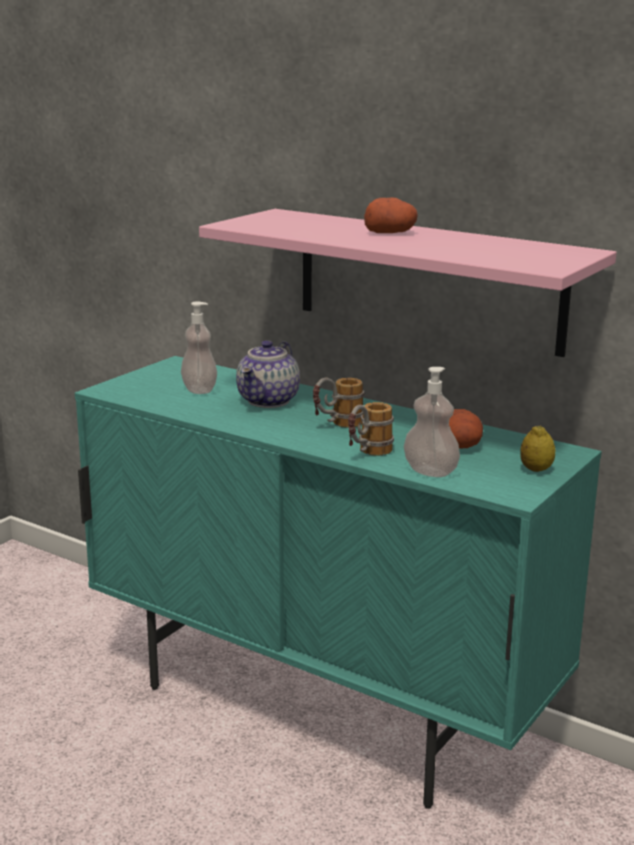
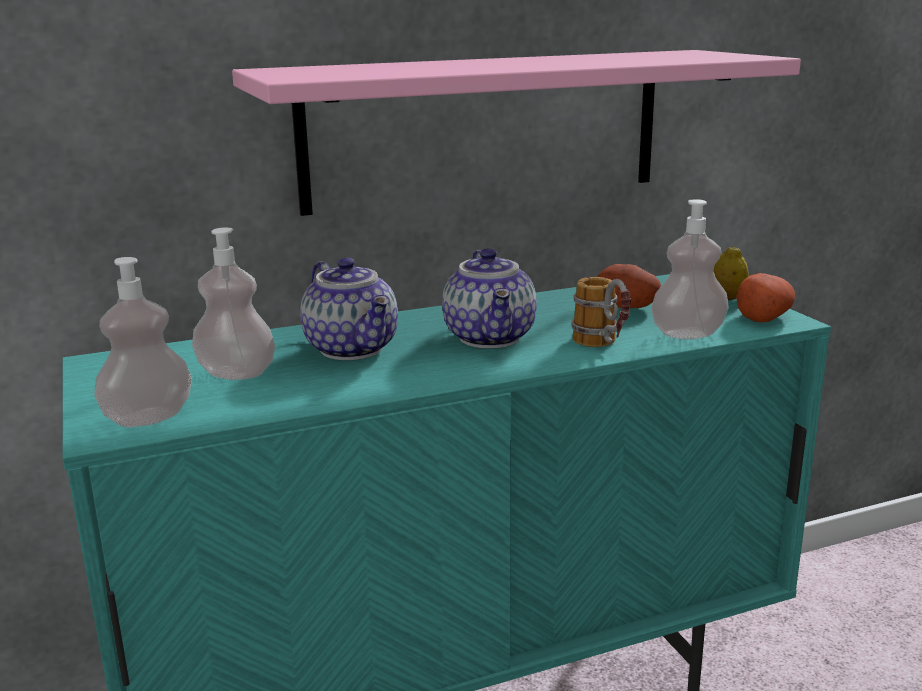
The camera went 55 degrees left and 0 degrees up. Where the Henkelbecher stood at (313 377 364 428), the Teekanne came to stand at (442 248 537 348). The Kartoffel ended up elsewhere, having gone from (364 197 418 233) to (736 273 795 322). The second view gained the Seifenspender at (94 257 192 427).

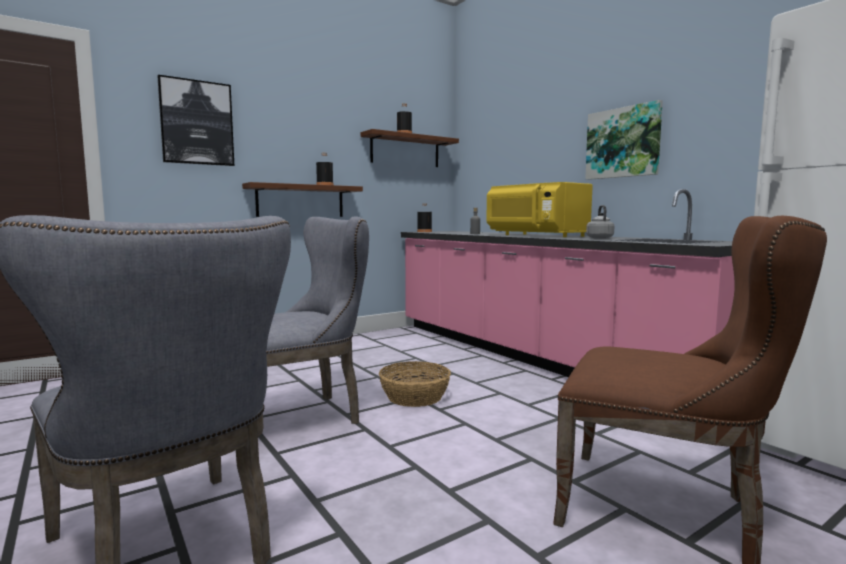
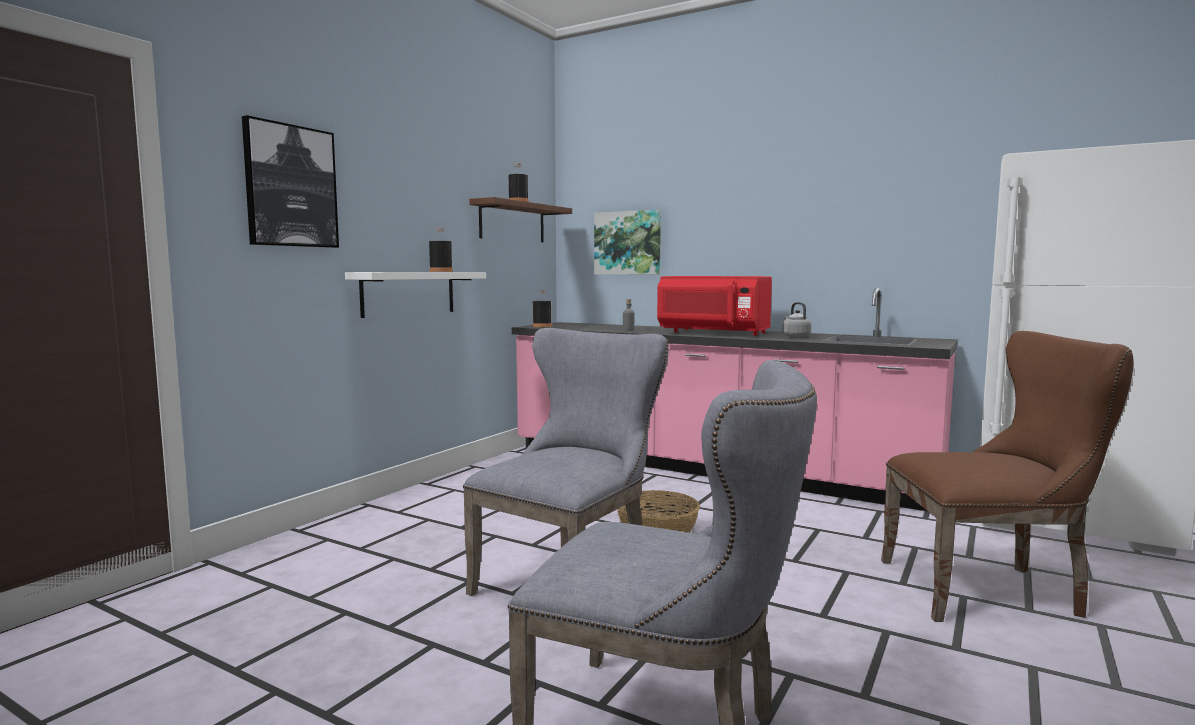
The camera went 25 degrees left and 0 degrees up. What was the Wandregal/braun at (242 182 363 217) turned into the Wandregal/weiß at (345 272 486 318). What was the Mikrowelle/gelb at (486 182 593 237) turned into the Mikrowelle/rot at (657 276 772 336). The Bild ended up elsewhere, having gone from (585 100 663 180) to (594 210 661 274).

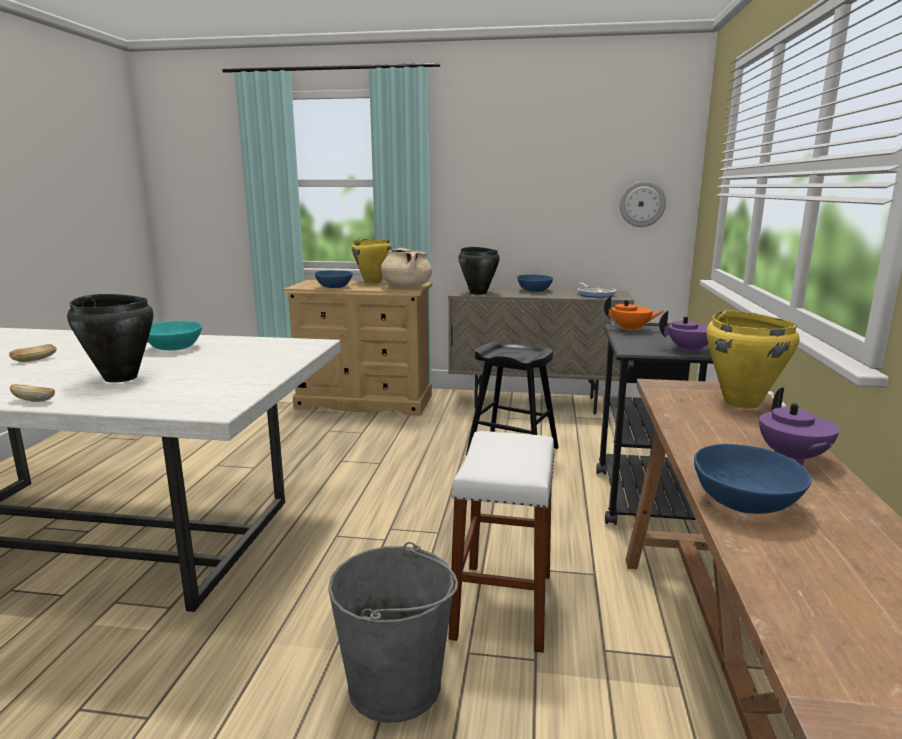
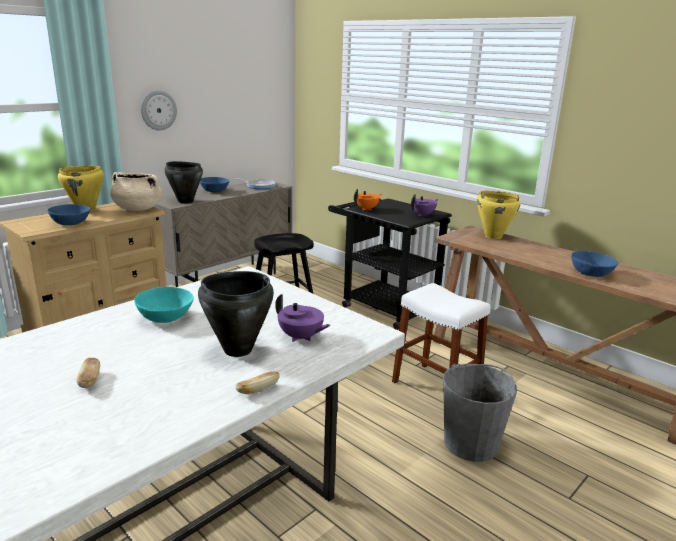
The camera went 55 degrees left and 5 degrees up. The Wanduhr ended up elsewhere, having gone from (620 181 666 227) to (141 90 177 131). The Teekanne/lila ended up elsewhere, having gone from (759 388 839 465) to (275 294 331 342).

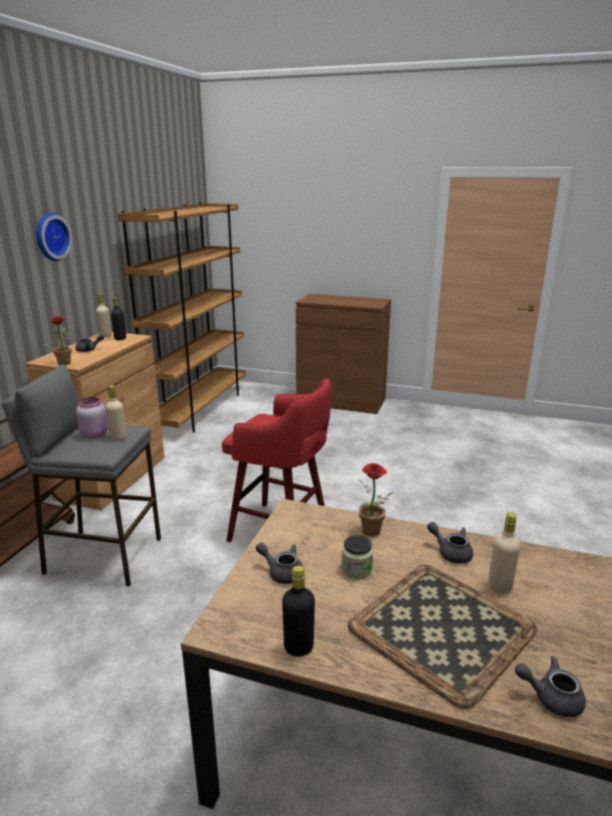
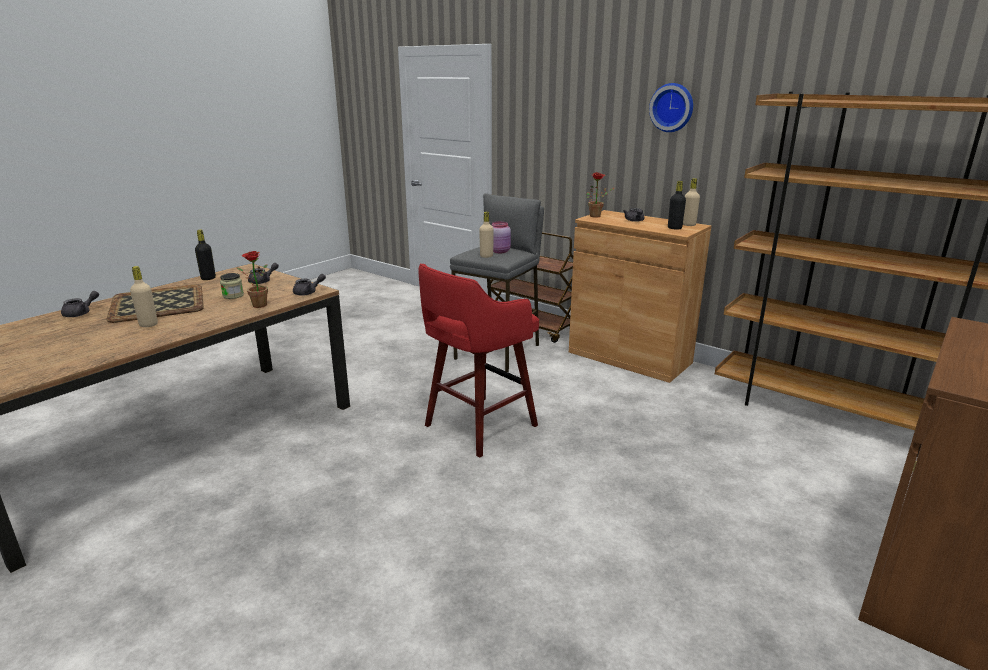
The camera went 110 degrees right and 0 degrees up. The Teekanne/grau ended up elsewhere, having gone from (427 522 473 564) to (293 274 326 296).

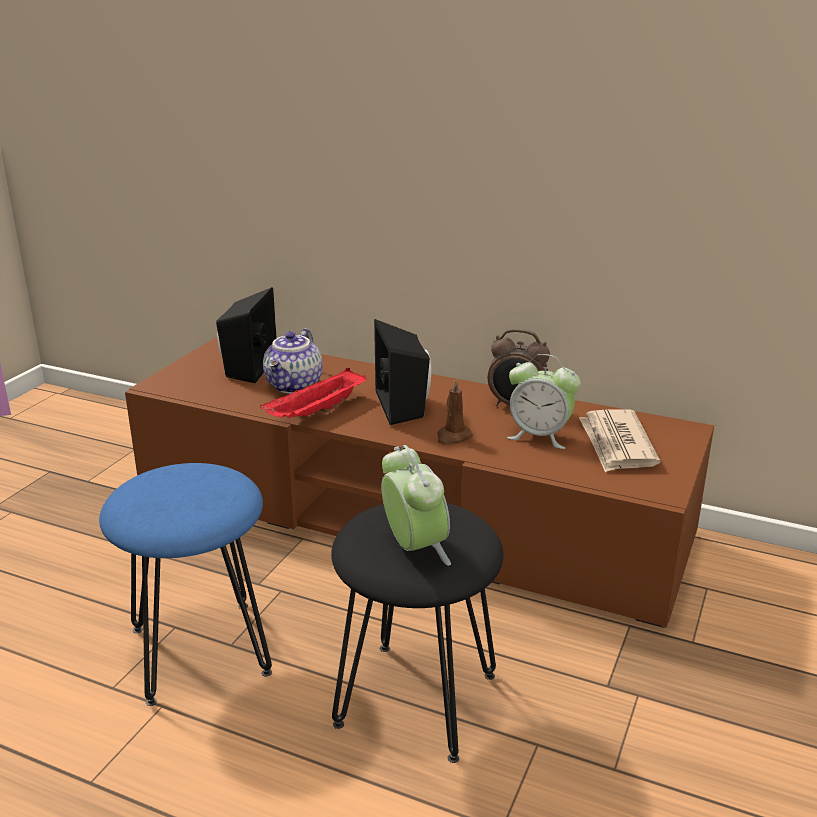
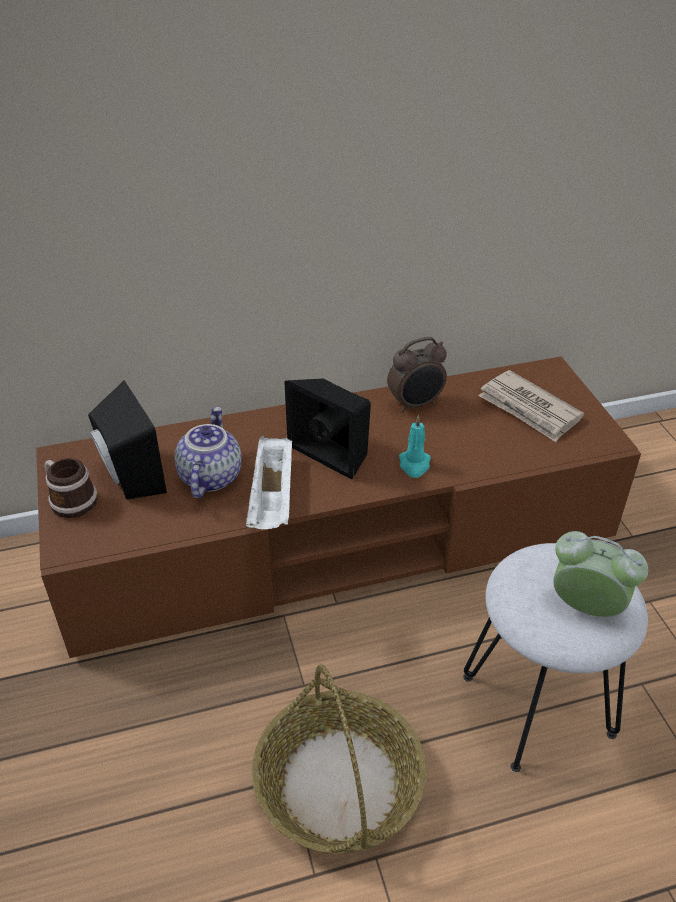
The camera went 40 degrees left and 15 degrees up. Where the Hocker/blau stood at (99 463 272 706), the Korb came to stand at (252 664 426 854). What was the Tablett/rot at (260 368 367 418) turned into the Tablett/weiß at (246 436 292 529). The Teekanne at (263 328 323 394) ended up facing another way, 150 degrees counterclockwise from before. What was the Hocker/schwarz at (331 503 503 763) turned into the Hocker/weiß at (463 543 648 772). What was the Kerze/braun at (437 378 473 445) turned into the Kerze/türkis at (399 415 431 478). The second view lost the Wecker at (507 354 581 449). The second view gained the Henkelbecher at (45 458 98 518).

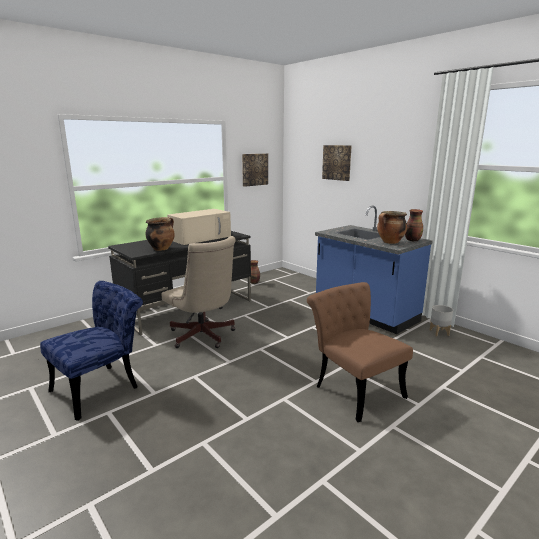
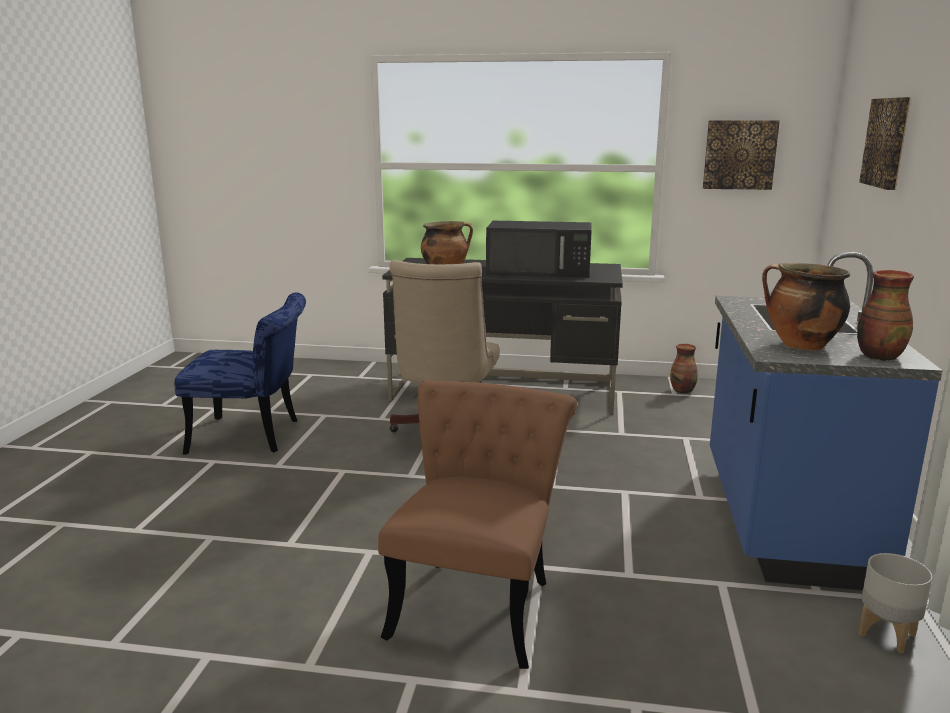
The camera went 50 degrees right and 0 degrees up. What was the Mikrowelle/beige at (167 209 231 245) turned into the Mikrowelle/schwarz at (486 221 592 278).

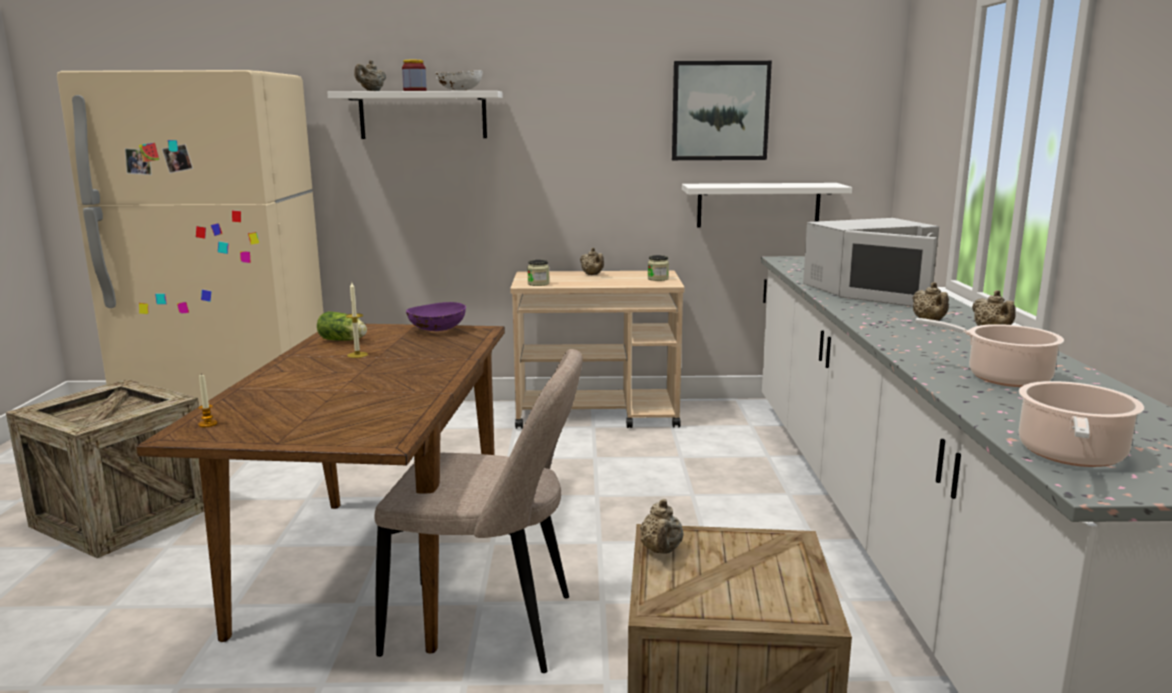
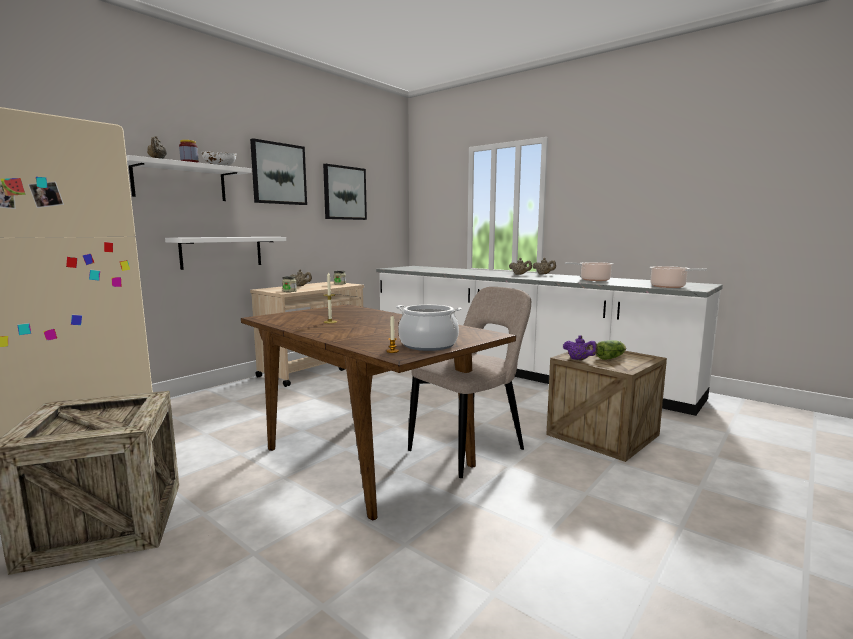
The camera went 50 degrees left and 5 degrees down. The Salatkopf ended up elsewhere, having gone from (317 311 367 341) to (596 340 626 360). The second view lost the Schüssel/lila at (406 302 466 331). What was the Teekanne/beige at (640 499 684 554) turned into the Teekanne/lila at (563 335 598 360). The Wandregal/weiß ended up elsewhere, having gone from (682 183 852 228) to (165 237 286 270). The second view lost the Mikrowelle/weiß at (803 218 939 307). The second view gained the Bild at (250 138 307 205). The second view gained the Kochtopf at (396 305 462 351).

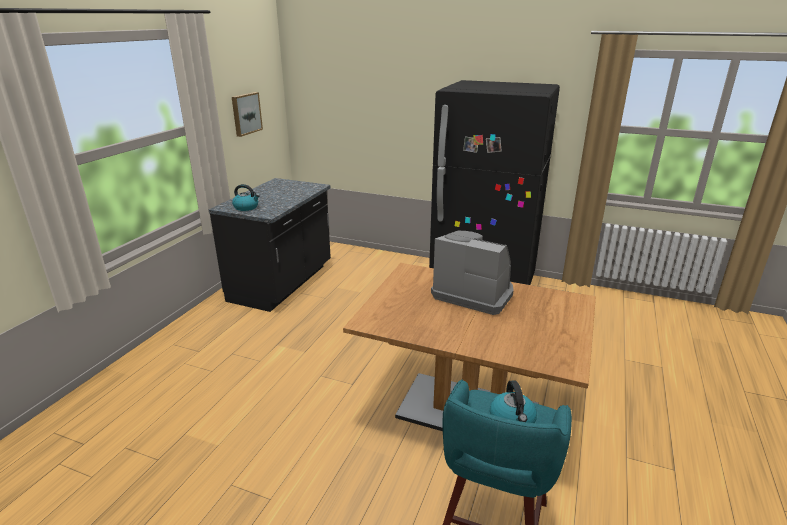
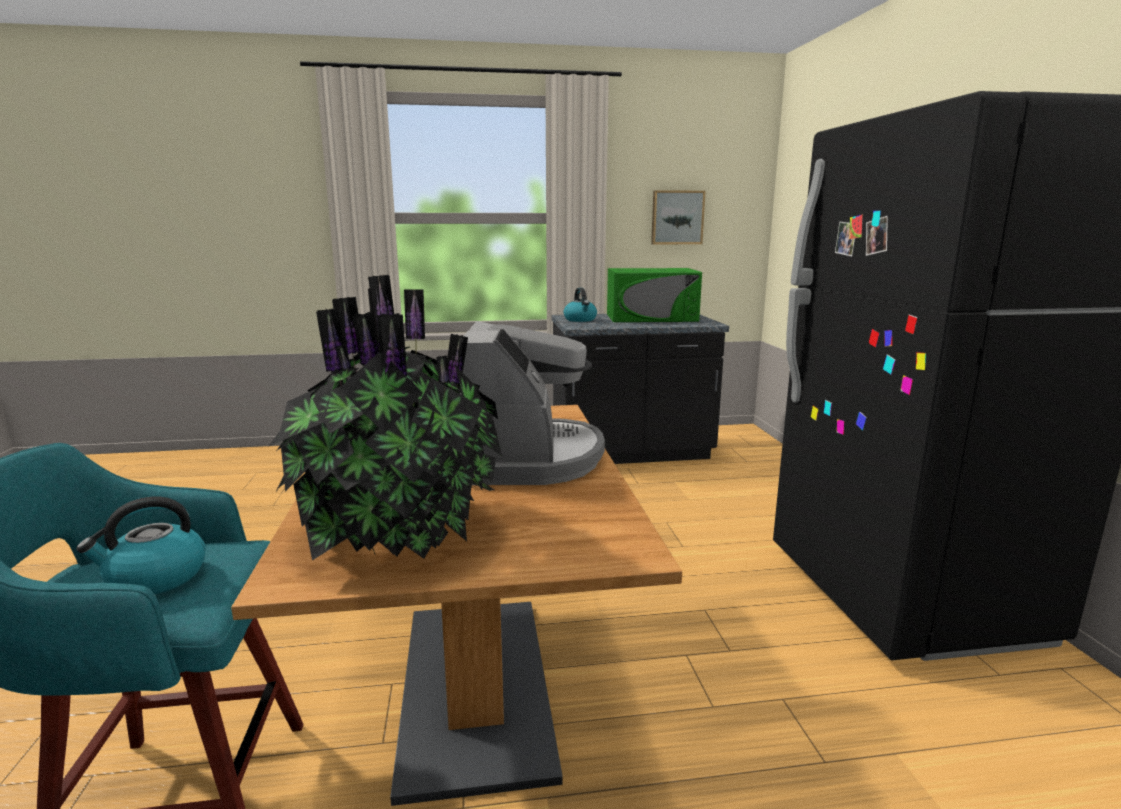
The camera went 60 degrees right and 10 degrees down. The second view gained the Topfpflanze at (268 275 502 560). The second view gained the Mikrowelle/grün at (607 268 702 322).

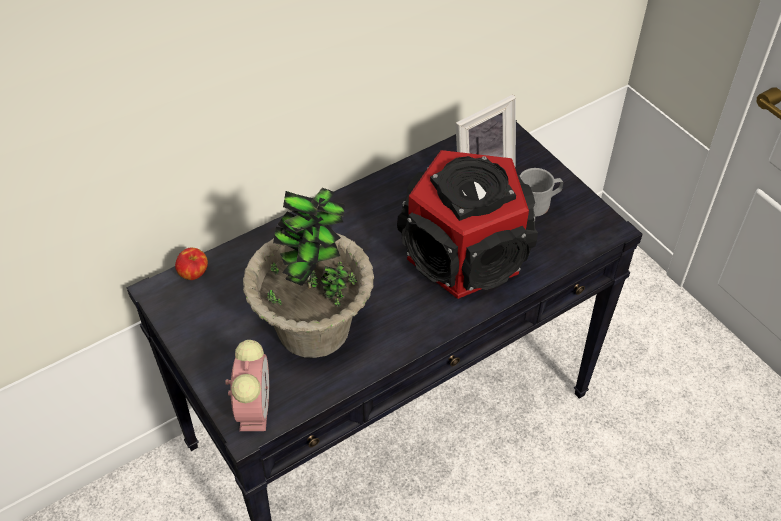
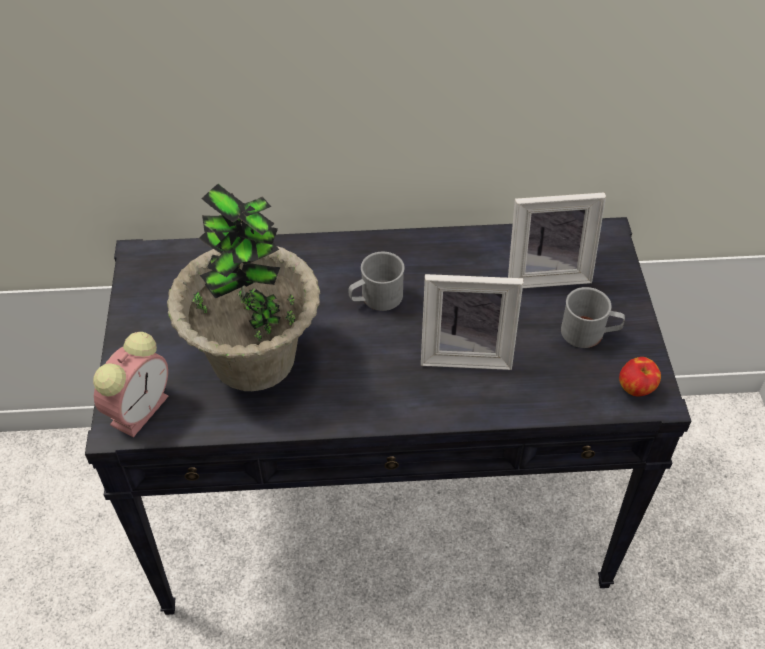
The camera went 30 degrees right and 0 degrees up. The Apfel ended up elsewhere, having gone from (175 248 208 280) to (619 357 661 396). Where the Lautsprecher stood at (397 150 538 299), the Bilderrahmen came to stand at (421 274 523 370). The second view gained the Henkelbecher/grau at (349 252 405 311).

